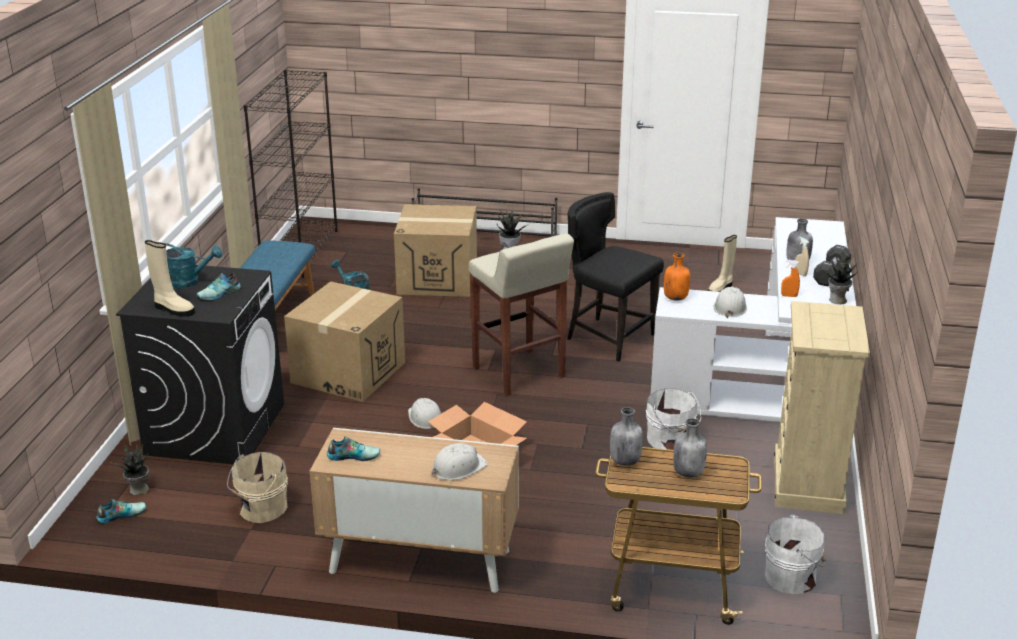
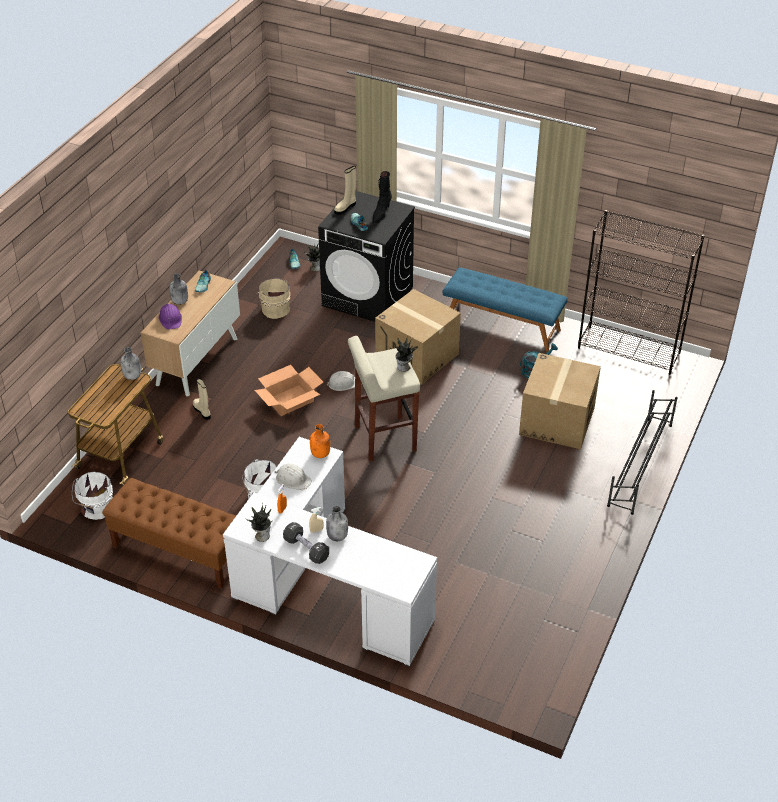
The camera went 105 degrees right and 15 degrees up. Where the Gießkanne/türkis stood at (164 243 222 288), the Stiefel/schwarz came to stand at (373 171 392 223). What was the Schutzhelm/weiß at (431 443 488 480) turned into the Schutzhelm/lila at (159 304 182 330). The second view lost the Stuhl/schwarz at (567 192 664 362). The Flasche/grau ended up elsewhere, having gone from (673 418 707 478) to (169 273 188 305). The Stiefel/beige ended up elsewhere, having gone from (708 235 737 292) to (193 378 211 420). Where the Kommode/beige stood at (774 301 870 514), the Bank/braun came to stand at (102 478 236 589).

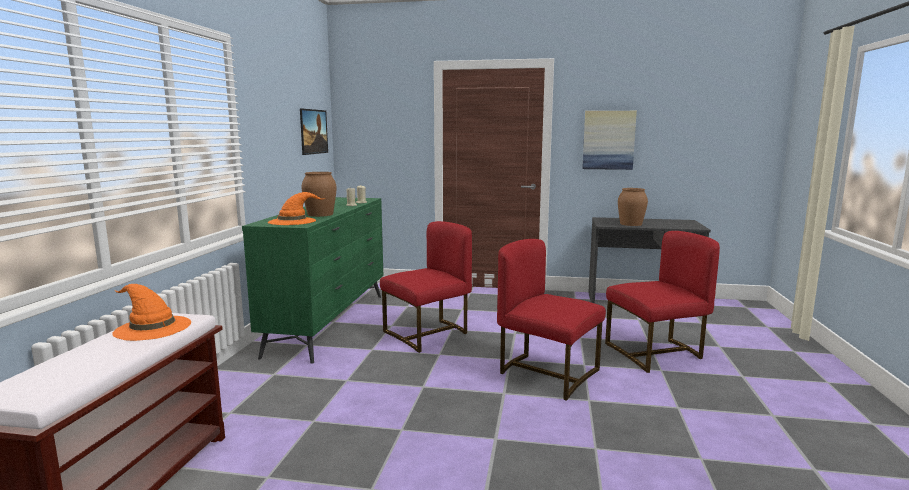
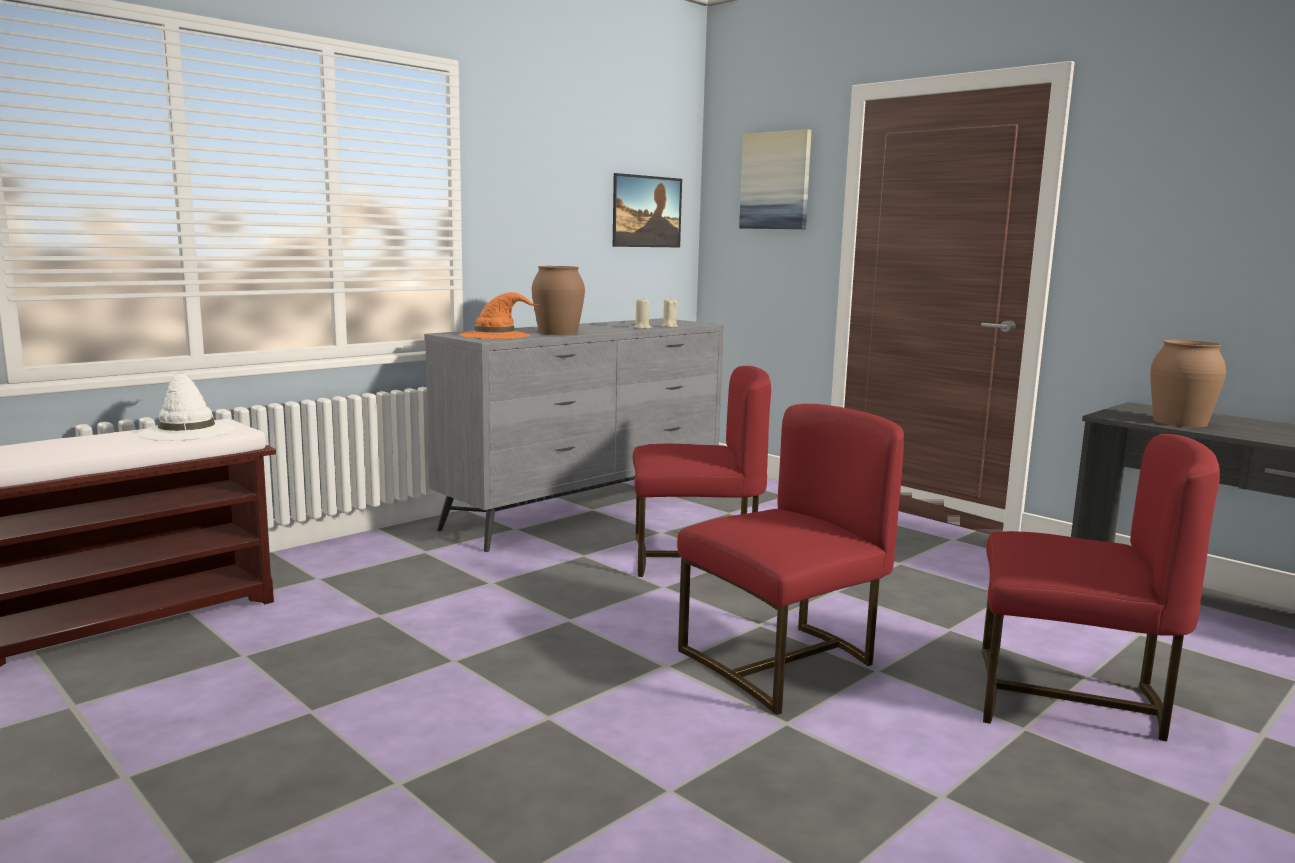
The camera went 35 degrees right and 0 degrees up. What was the Hut/orange at (112 284 191 341) turned into the Hut/weiß at (138 374 235 441). What was the Kommode/grün at (242 197 383 364) turned into the Kommode/grau at (424 318 724 552). The Stuhl/rot at (497 239 606 401) ended up facing another way, 75 degrees clockwise from before. The Bild ended up elsewhere, having gone from (582 111 637 170) to (739 129 812 229).

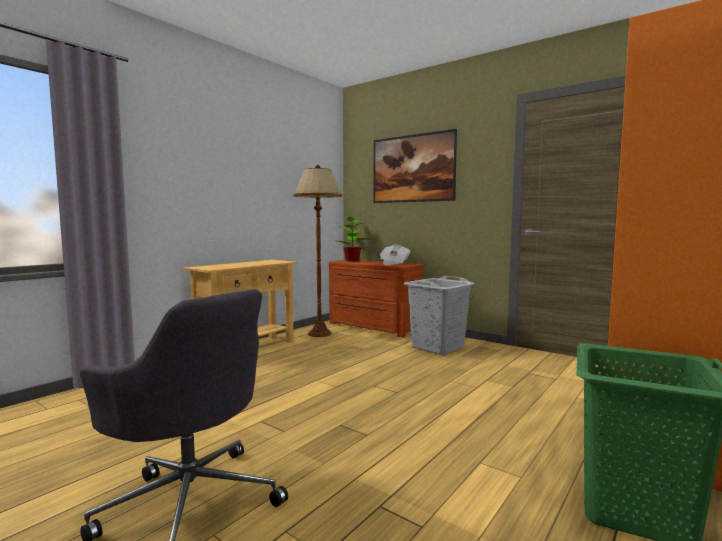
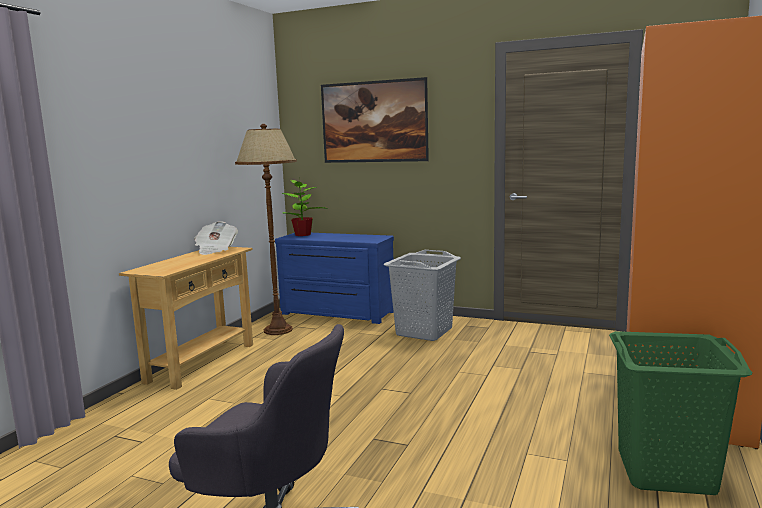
The camera went 15 degrees left and 5 degrees up. What was the Kommode/braun at (328 260 424 338) turned into the Kommode/blau at (275 233 394 324). The Zeitung ended up elsewhere, having gone from (379 245 410 265) to (194 222 238 255).

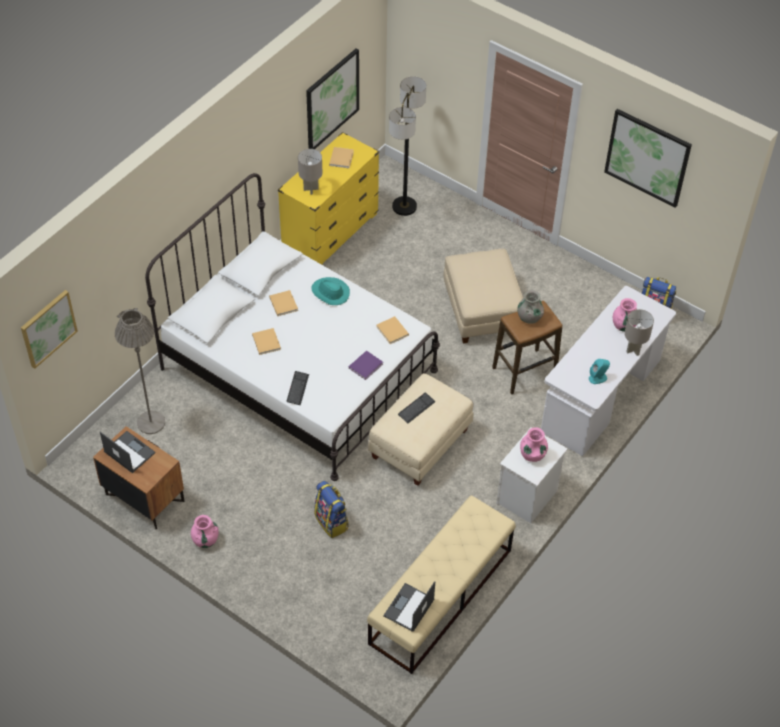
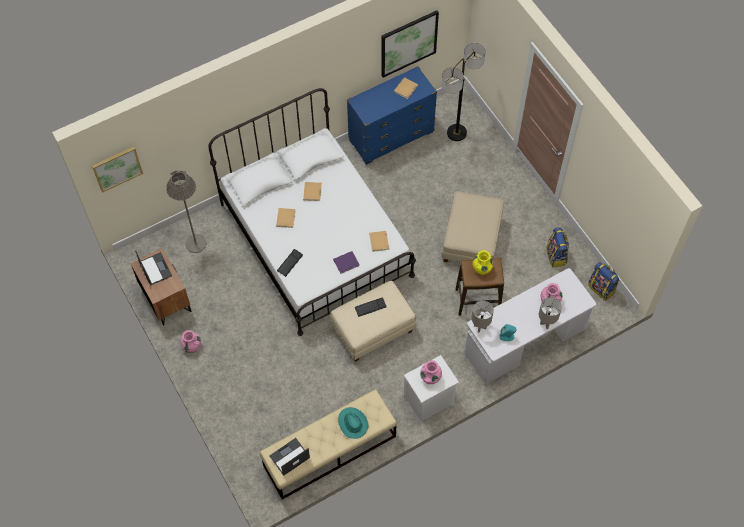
The camera went 25 degrees right and 10 degrees up. What was the Kommode/gelb at (278 132 379 265) turned into the Kommode/blau at (347 66 437 165). The Tischlampe/grau ended up elsewhere, having gone from (298 149 322 195) to (471 301 494 333). The Hut/türkis ended up elsewhere, having gone from (311 277 350 305) to (338 407 369 439). The Rucksack ended up elsewhere, having gone from (314 481 349 538) to (547 227 569 267). What was the Vase/grau at (518 290 544 324) turned into the Vase/gelb at (473 250 493 275). The second view lost the Bild at (604 109 692 208).

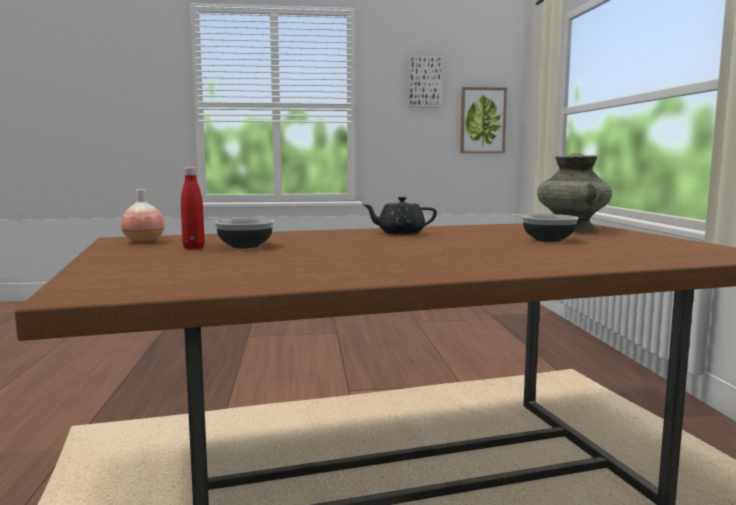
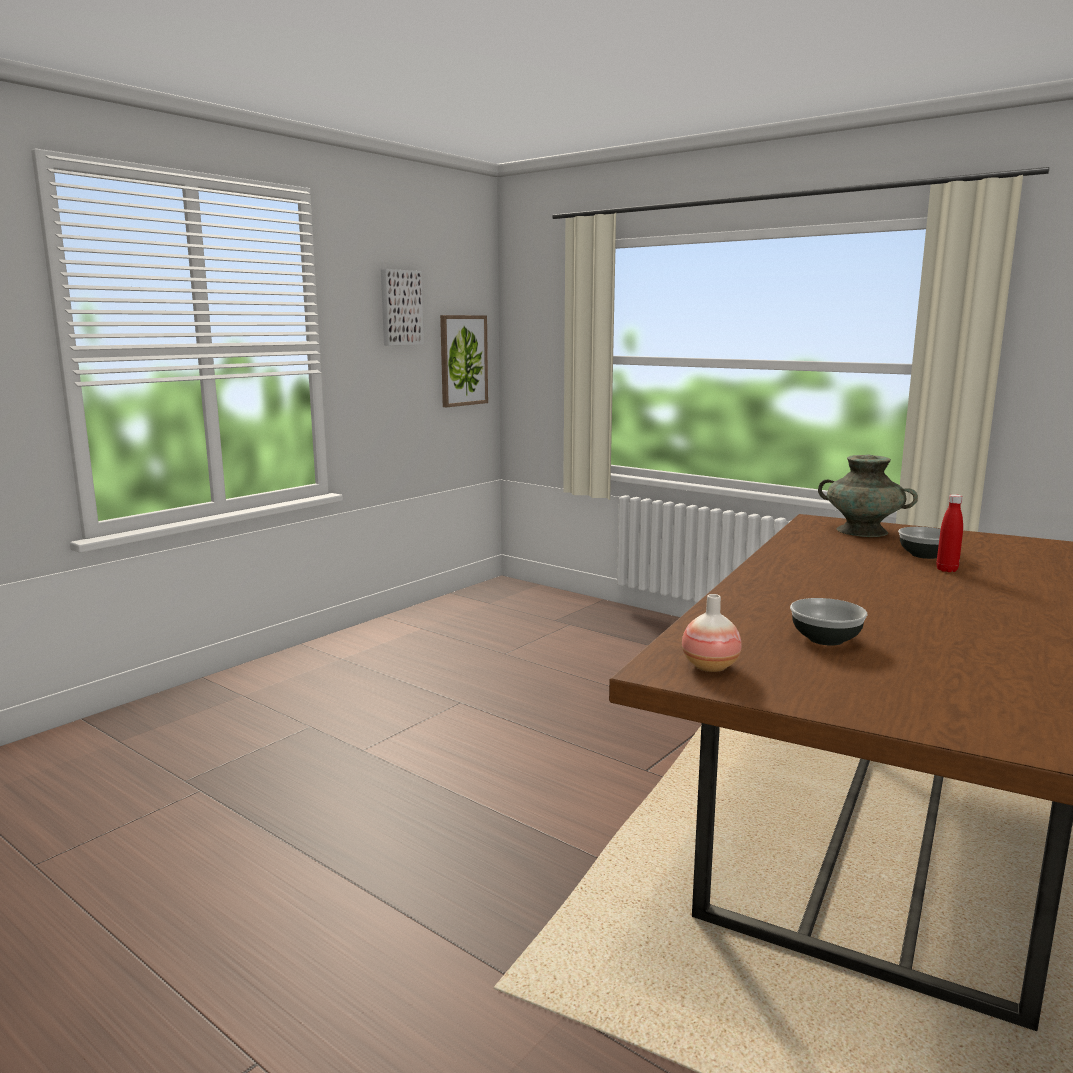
The camera went 45 degrees left and 5 degrees up. The Flasche/rot ended up elsewhere, having gone from (181 167 205 249) to (936 494 963 572). The second view lost the Teekanne/schwarz at (364 197 437 235).

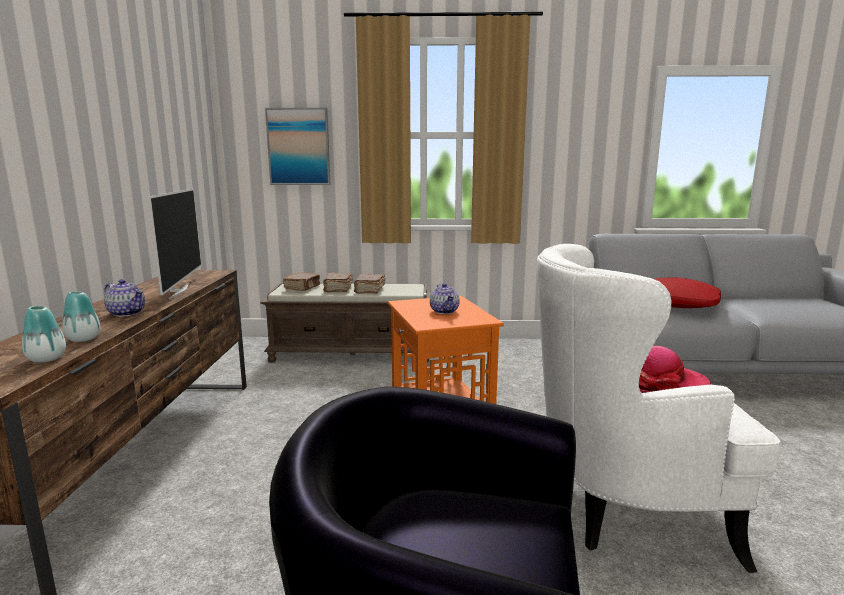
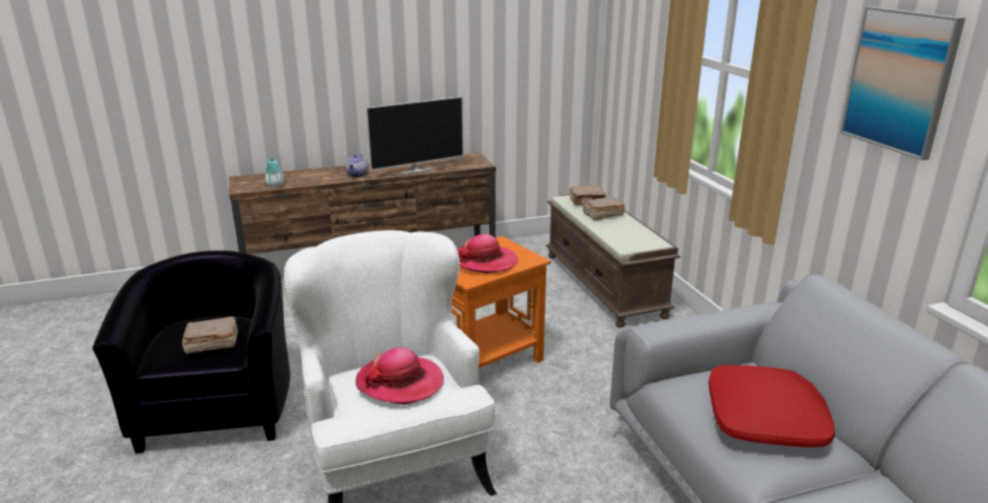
The camera went 70 degrees right and 10 degrees up. The second view lost the Vase at (62 291 100 342). The Bild ended up elsewhere, having gone from (265 108 331 185) to (840 6 965 160). The Buch/braun ended up elsewhere, having gone from (354 273 385 294) to (182 316 238 354). Where the Teekanne stood at (430 283 460 314), the Hut came to stand at (457 234 518 274).

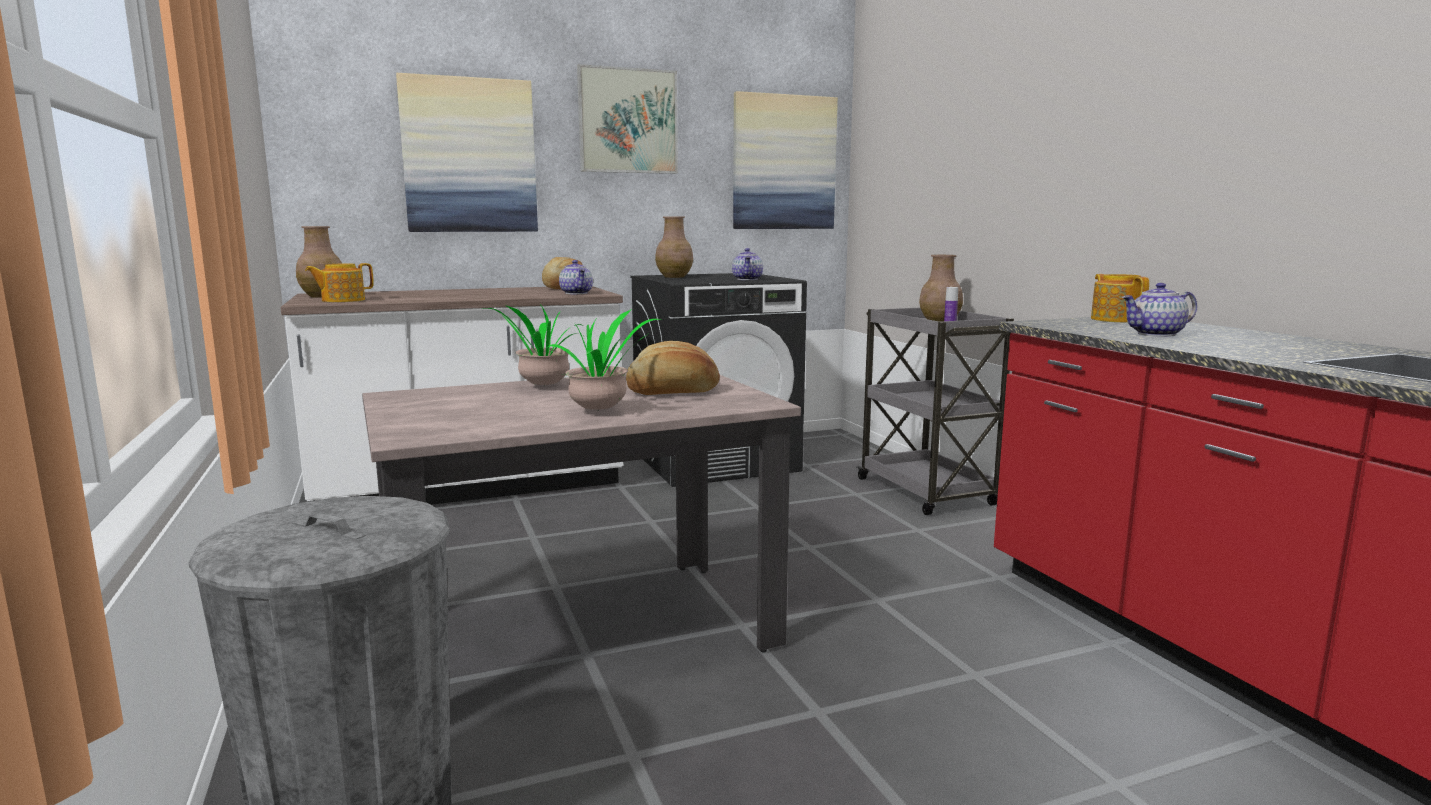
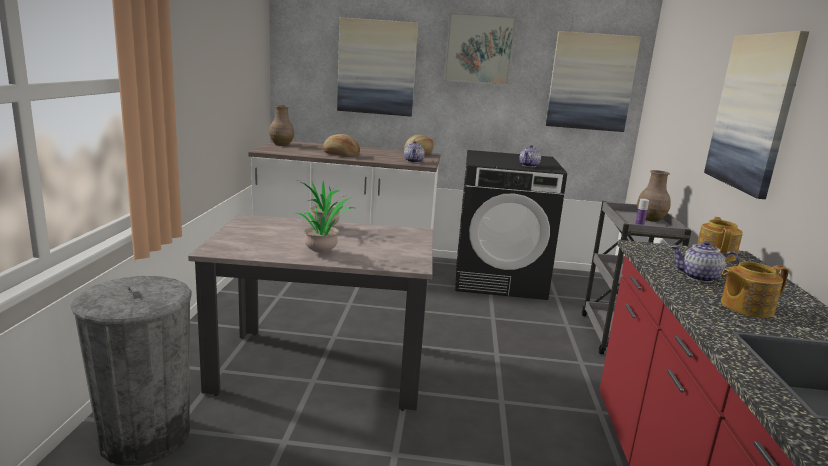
The camera went 25 degrees right and 5 degrees up. The Teekanne ended up elsewhere, having gone from (305 263 374 302) to (721 262 789 318). The Brot ended up elsewhere, having gone from (626 341 720 395) to (323 134 360 156). The second view lost the Vase/braun at (655 216 693 278). The second view gained the Bild at (704 31 809 199).

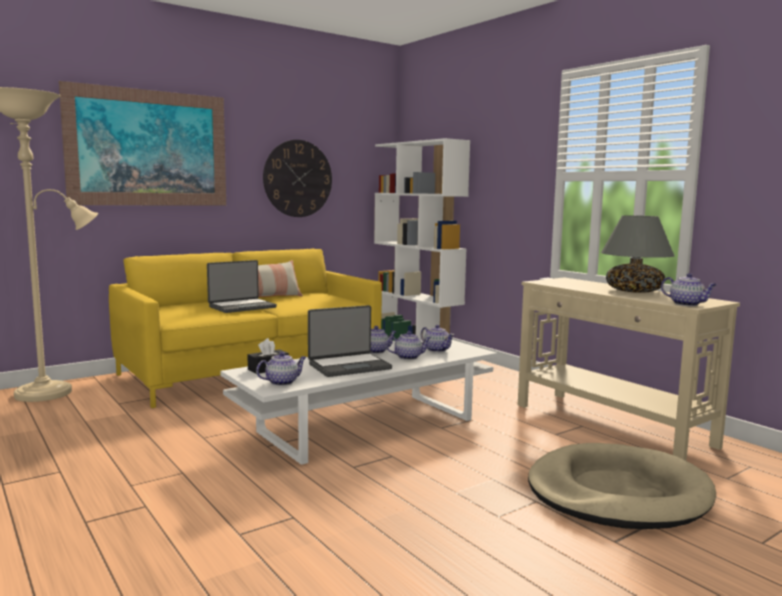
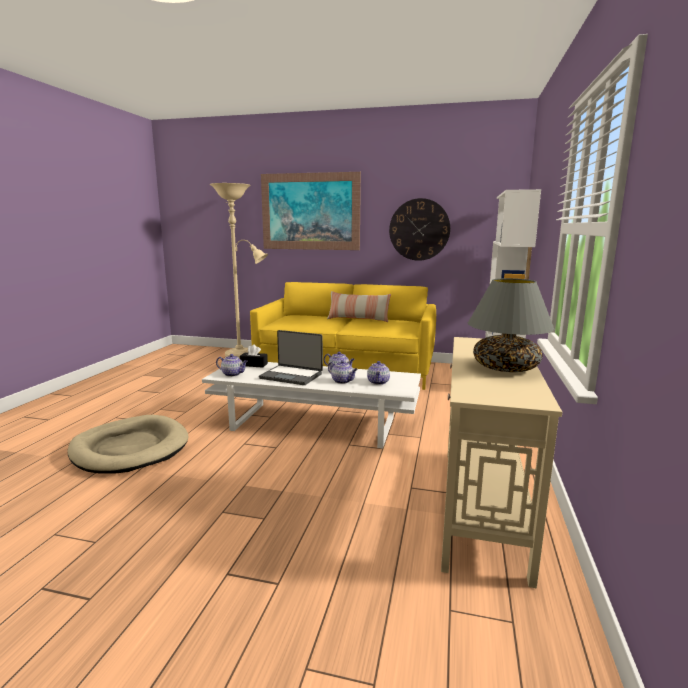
The camera went 50 degrees right and 5 degrees up. The second view lost the Laptop at (207 260 277 313). The Hundebett/beige ended up elsewhere, having gone from (528 443 716 529) to (67 415 189 474). The second view lost the Teekanne at (661 273 717 306).

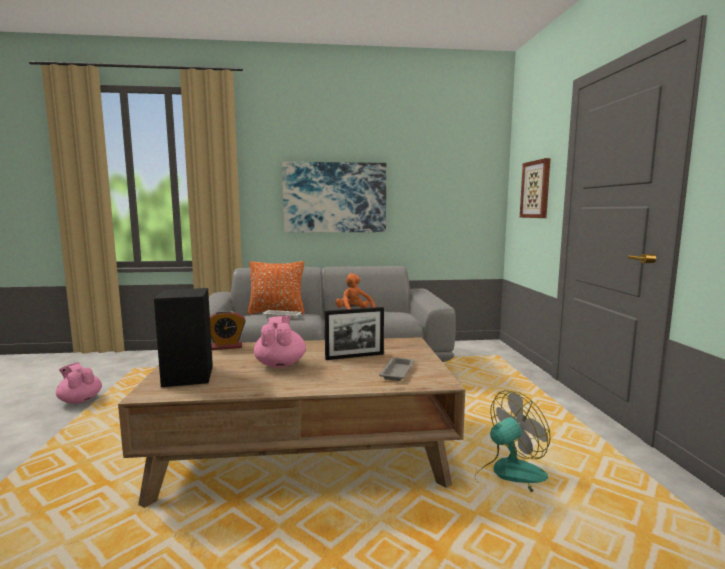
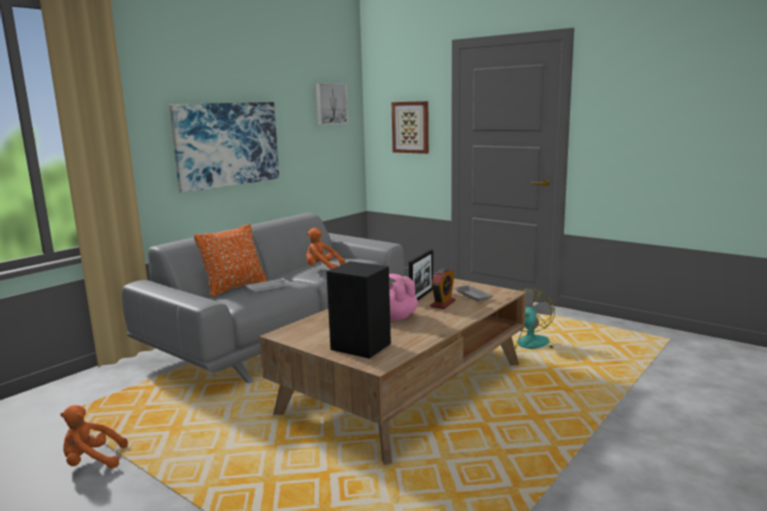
The camera went 45 degrees left and 5 degrees up. Where the Teekanne/rosa stood at (56 363 102 404), the Plüschtier/orange came to stand at (60 405 128 468). The Wecker ended up elsewhere, having gone from (210 310 246 350) to (430 268 456 309). The second view gained the Bild at (316 83 348 125).

